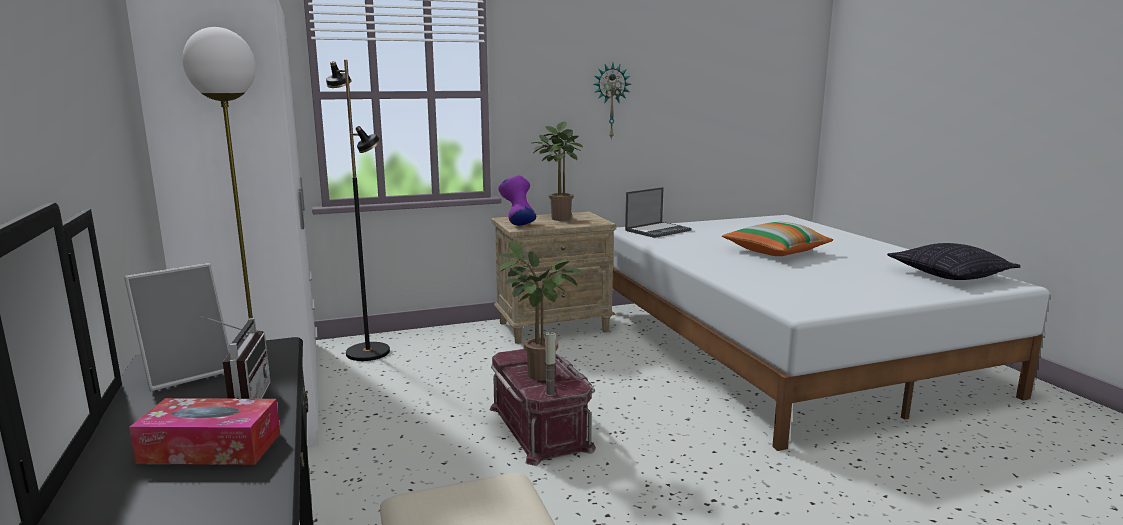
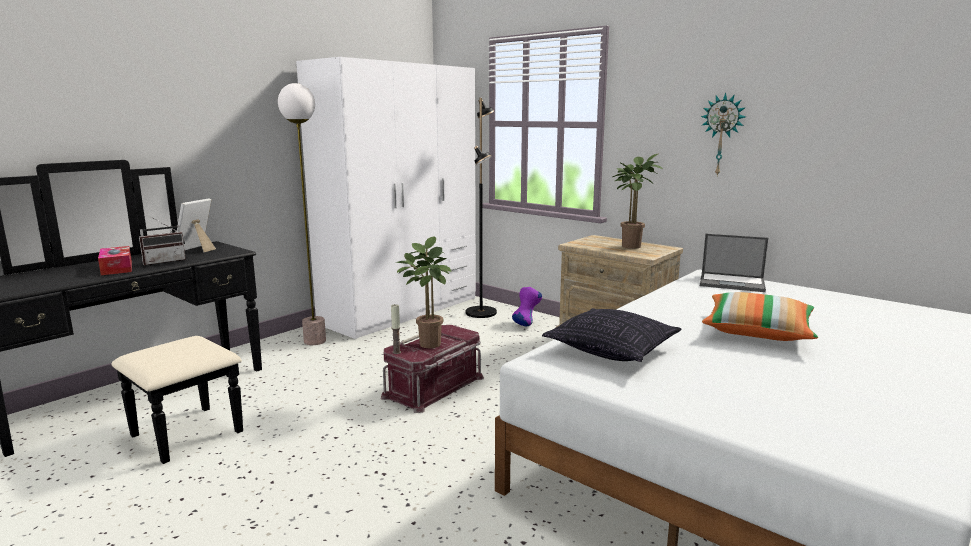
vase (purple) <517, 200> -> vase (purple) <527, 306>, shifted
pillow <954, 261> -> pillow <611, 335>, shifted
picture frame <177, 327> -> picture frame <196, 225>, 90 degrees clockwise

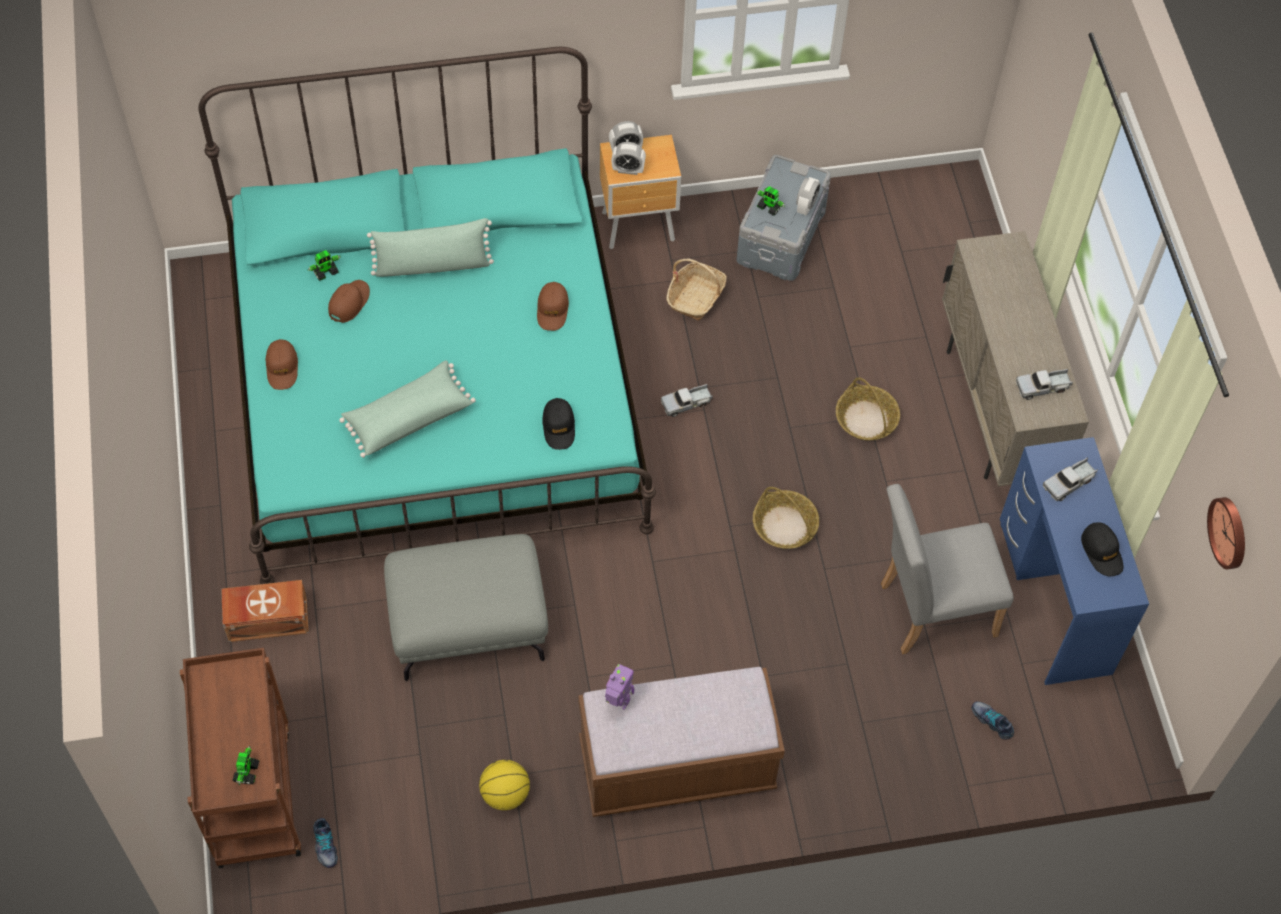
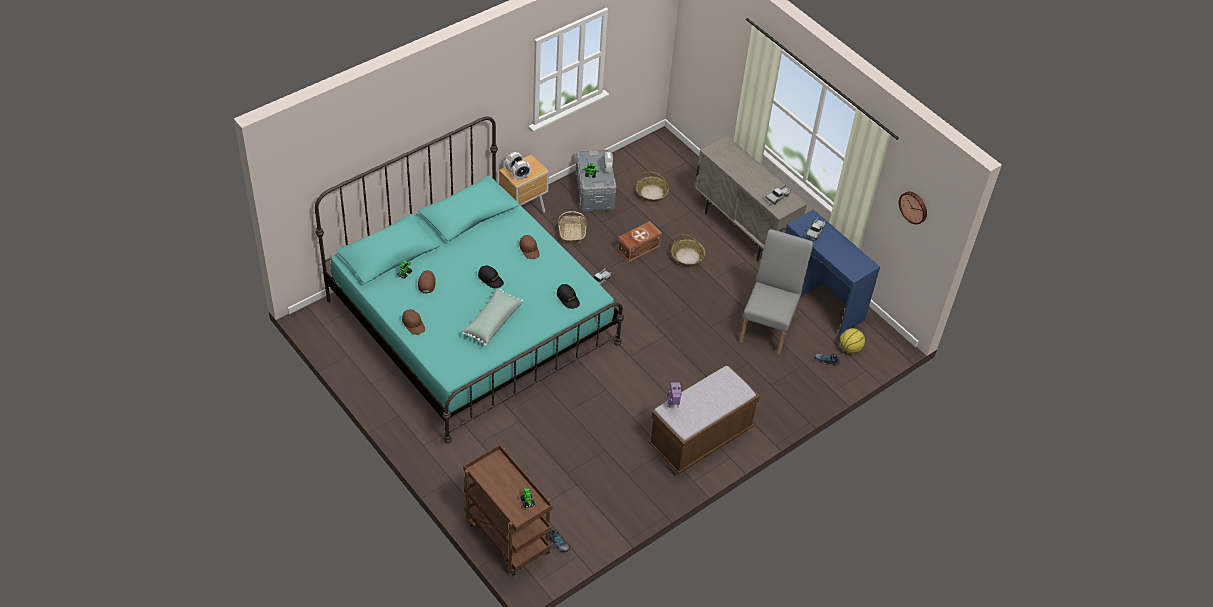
pillow (green) <430, 247> -> none
ottoman (grey) <466, 607> -> none
storage box (brown) <265, 611> -> storage box (brown) <639, 241>, shifted
basketball <504, 785> -> basketball <852, 340>, shifted
basket <786, 518> -> basket <652, 187>, shifted
cap (black) <1102, 549> -> cap (black) <491, 276>, shifted
chair (grey) <947, 569> -> chair (grey) <777, 292>, 150 degrees clockwise

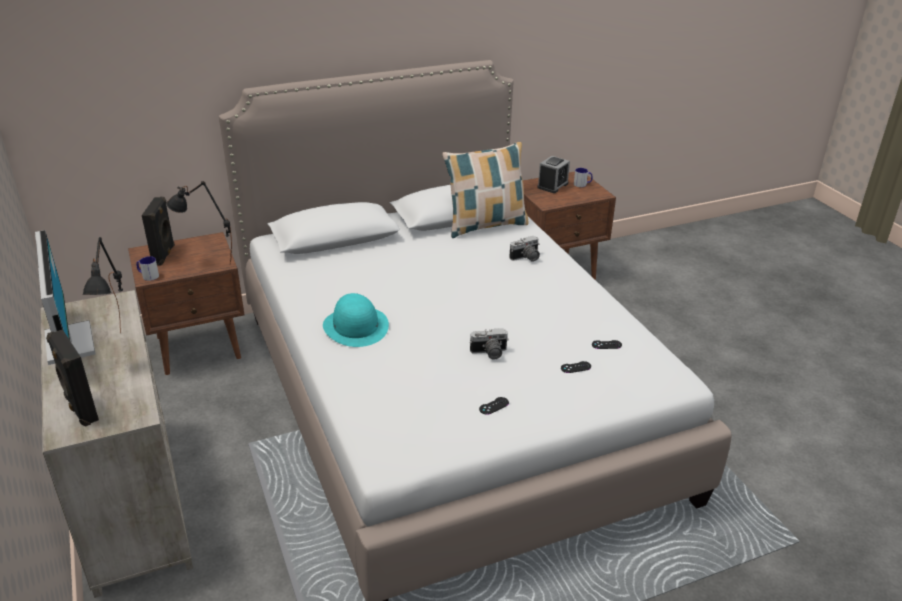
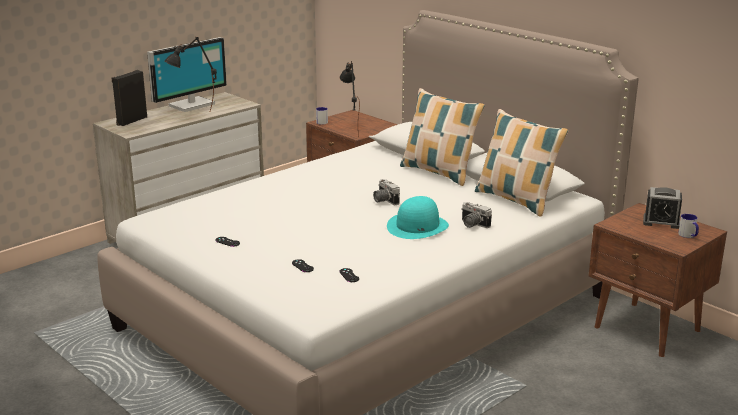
speaker (black) <158, 231> -> none
none -> pillow <442, 137>
hat (turquoise) <356, 320> -> hat (turquoise) <418, 217>, shifted
photo camera <489, 343> -> photo camera <386, 192>, shifted

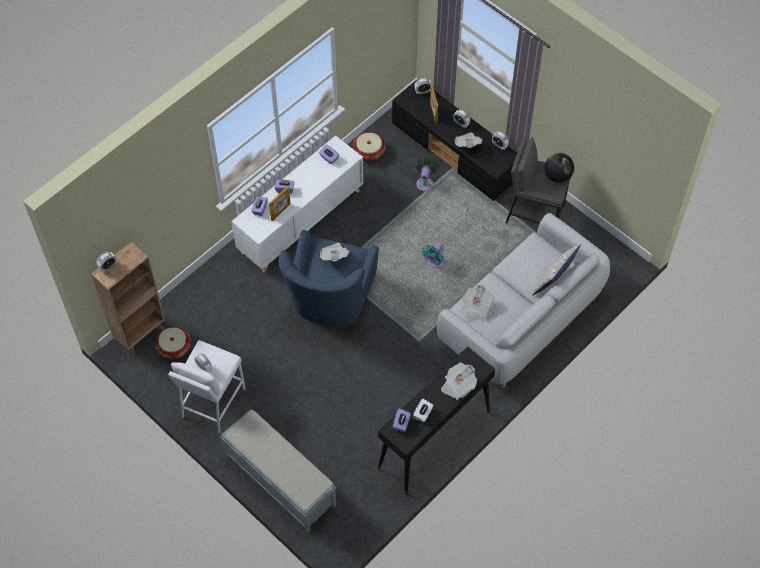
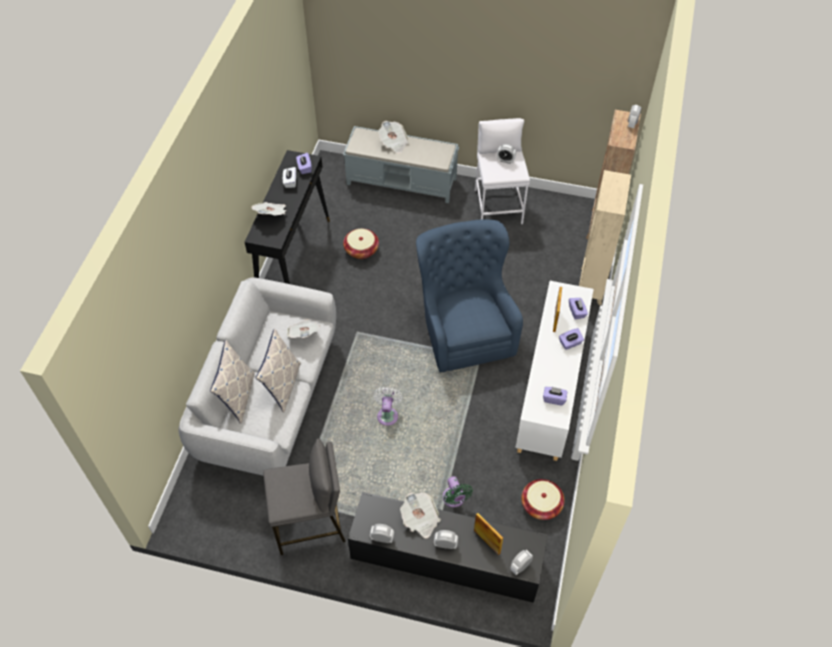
globe <559, 168> -> none
none -> pillow <278, 370>
none -> bookcase (beige) <605, 237>
basket <173, 342> -> basket <361, 244>, shifted
newspaper <335, 252> -> newspaper <393, 137>, shifted
fan (turquoise) <434, 255> -> fan (white) <388, 406>

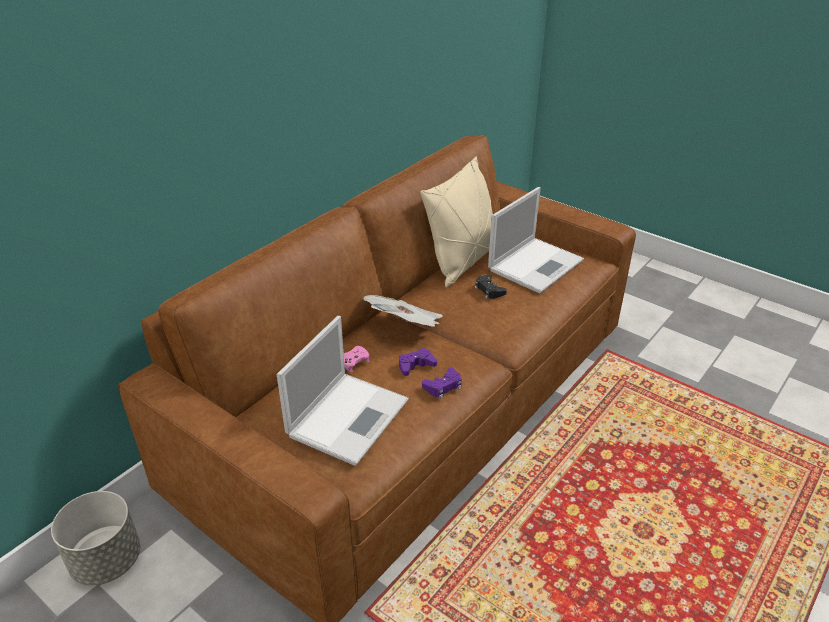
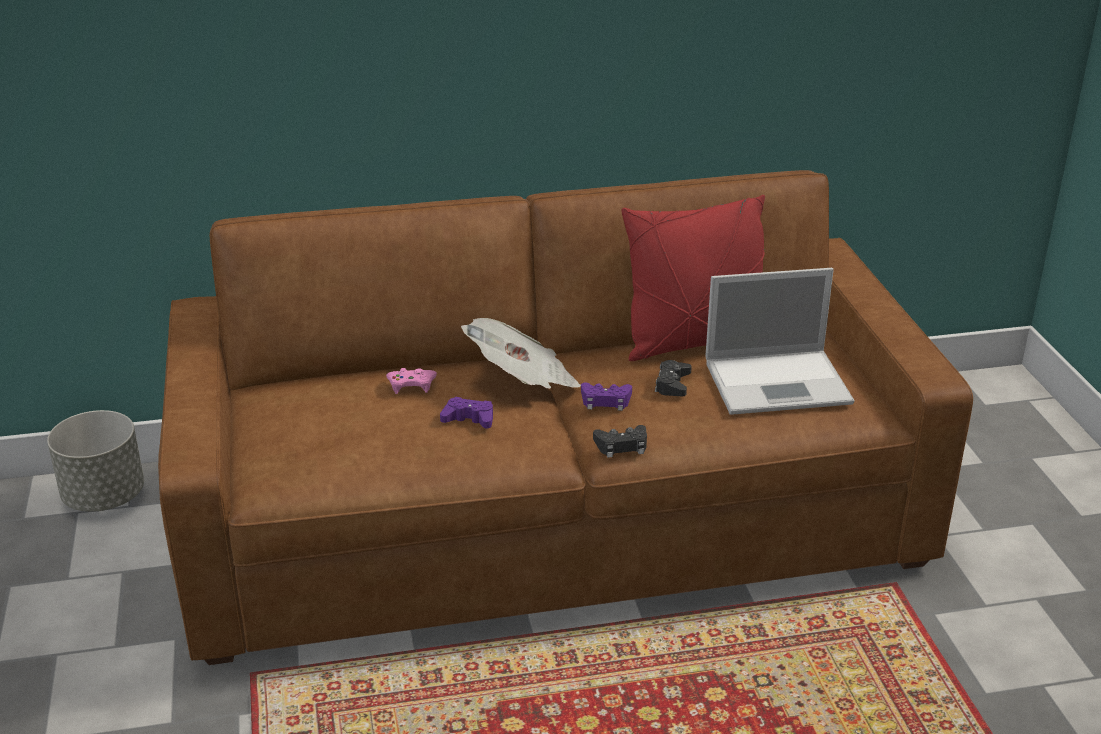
laptop <343, 391> -> none
none -> game controller (black) <620, 441>
game controller (purple) <442, 383> -> game controller (purple) <606, 396>, shifted
pillow (beige) <456, 222> -> pillow (red) <693, 278>

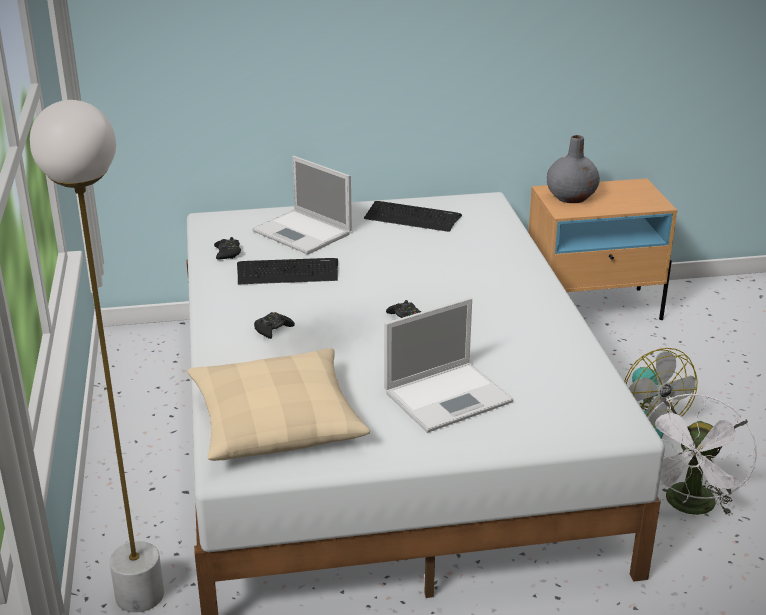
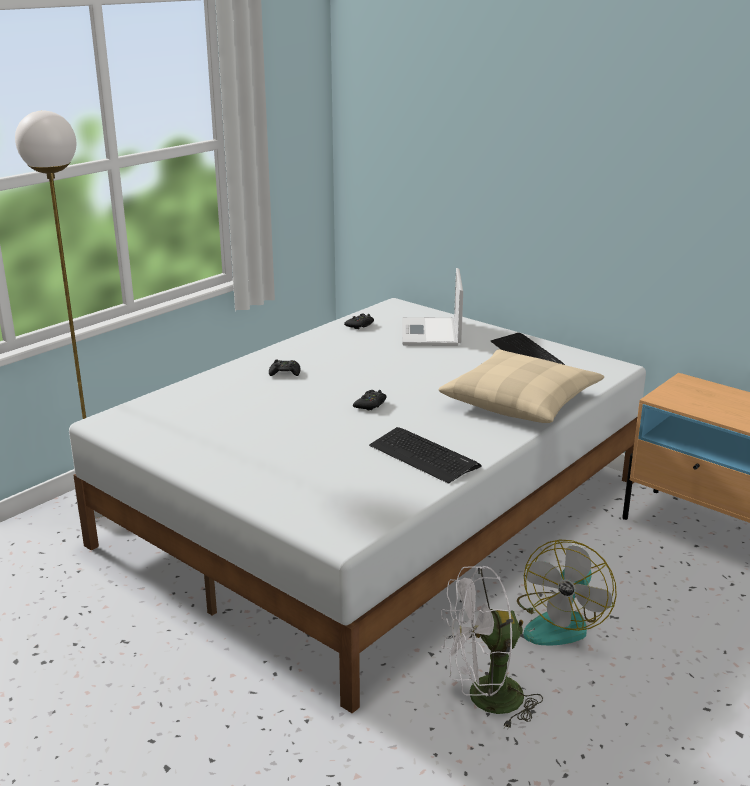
laptop <448, 365> -> none
vase (grey) <573, 169> -> none
pillow (beige) <279, 404> -> pillow (beige) <521, 386>, shifted
keyboard <287, 271> -> keyboard <425, 455>, shifted

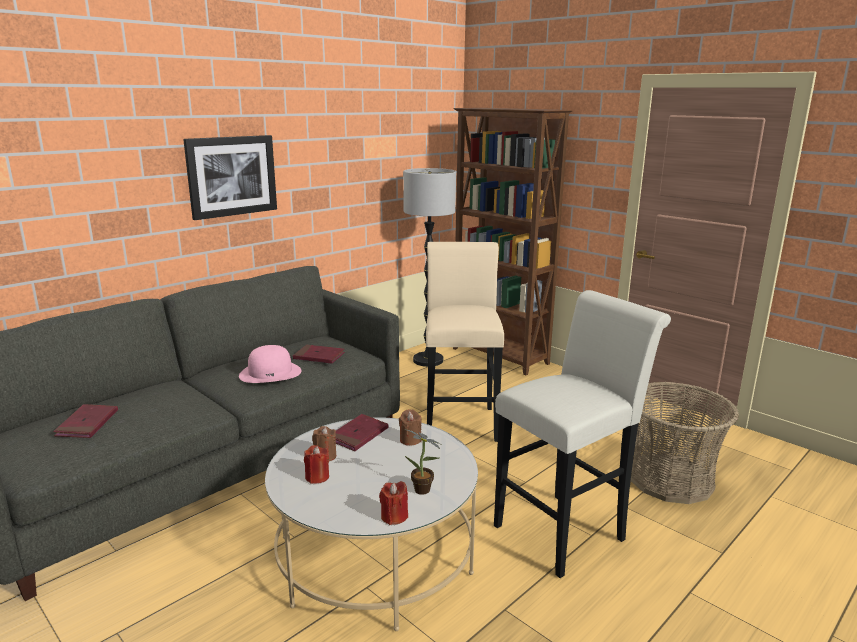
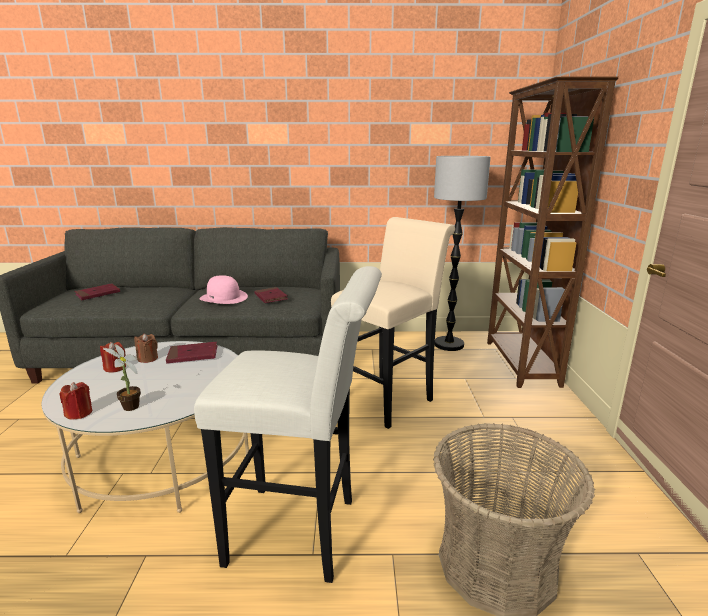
picture <230, 177> -> none
candle (brown) <410, 427> -> none

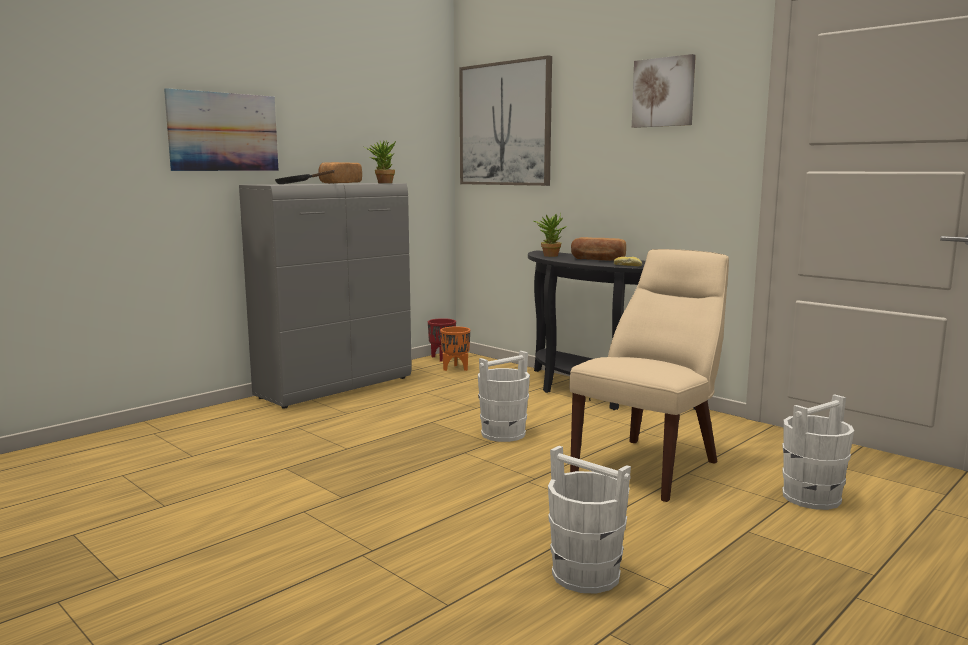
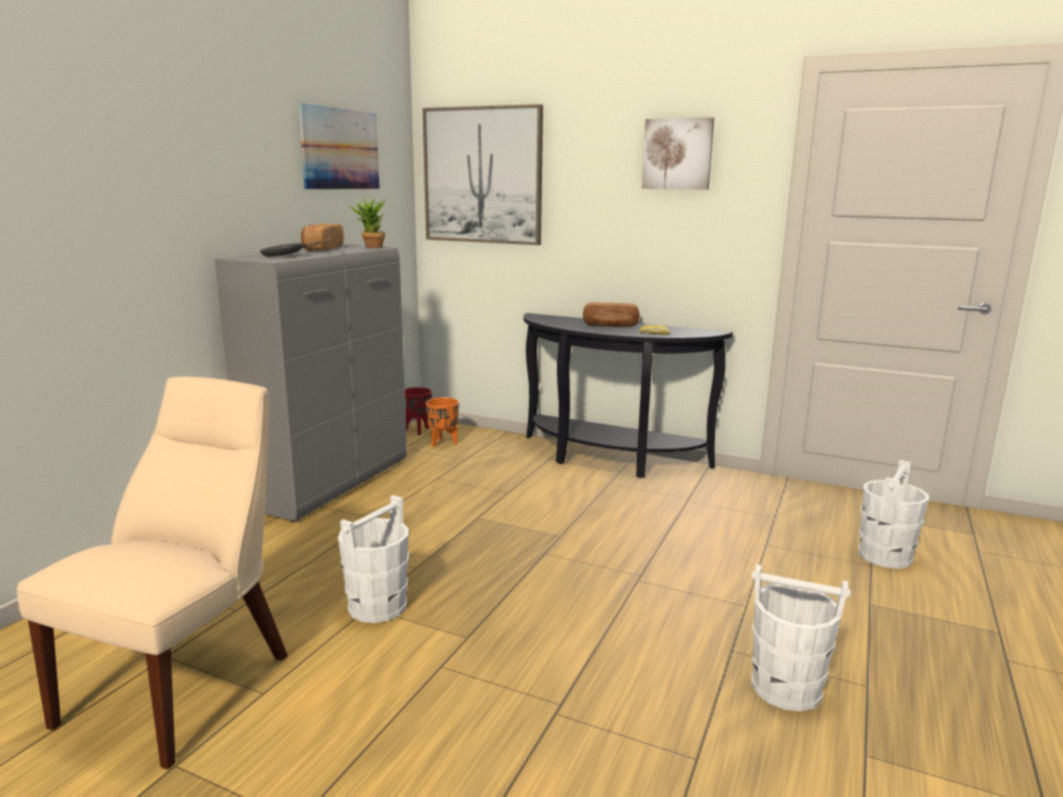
potted plant <550, 235> -> none
picture <221, 129> -> picture <339, 146>, shifted
bucket (white) <504, 396> -> bucket (white) <373, 559>, shifted
chair (beige) <649, 375> -> chair (beige) <152, 573>, shifted

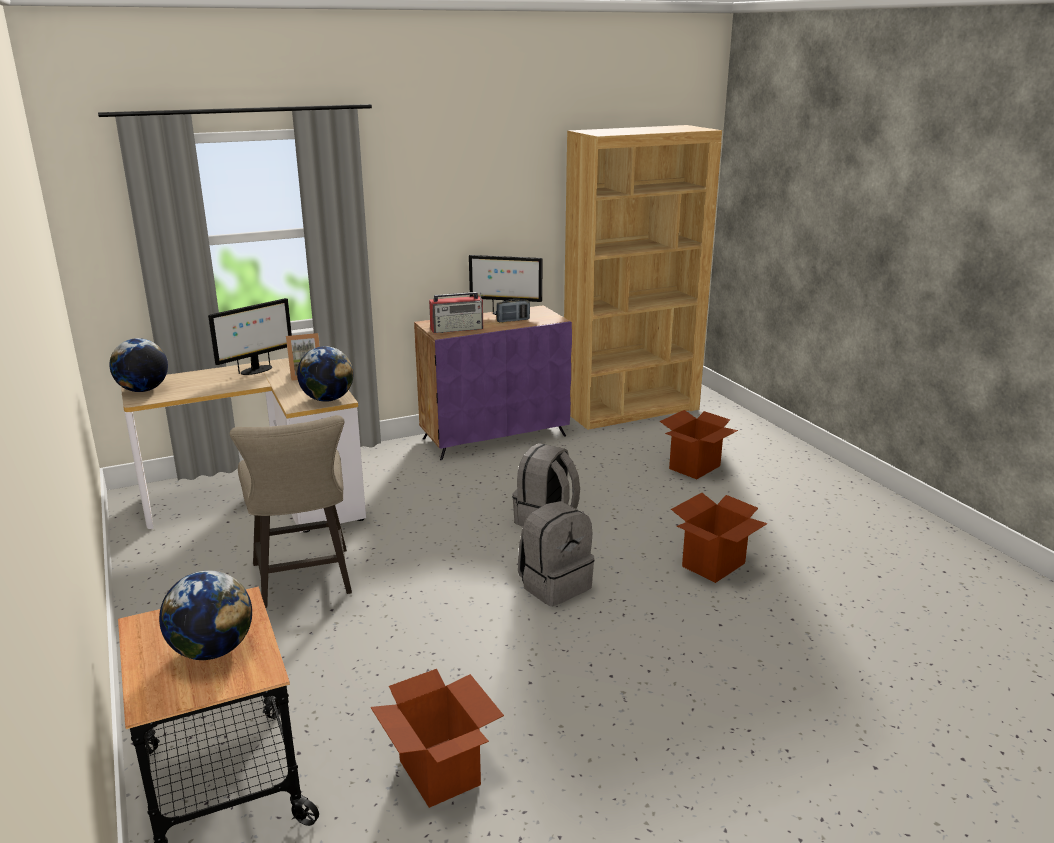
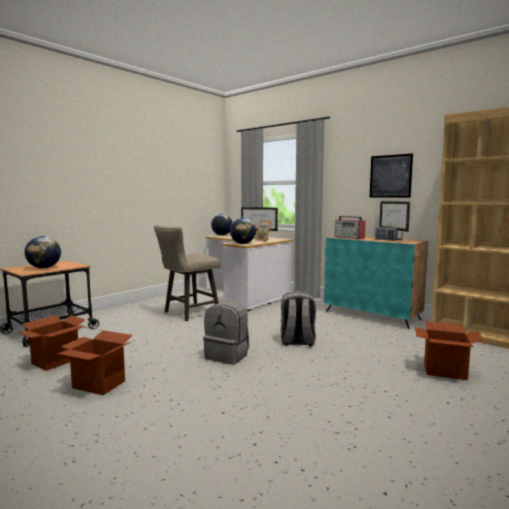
none -> picture <391, 176>
cardboard box <719, 538> -> cardboard box <94, 362>, shifted
cabinet (purple) <493, 382> -> cabinet (turquoise) <376, 282>

